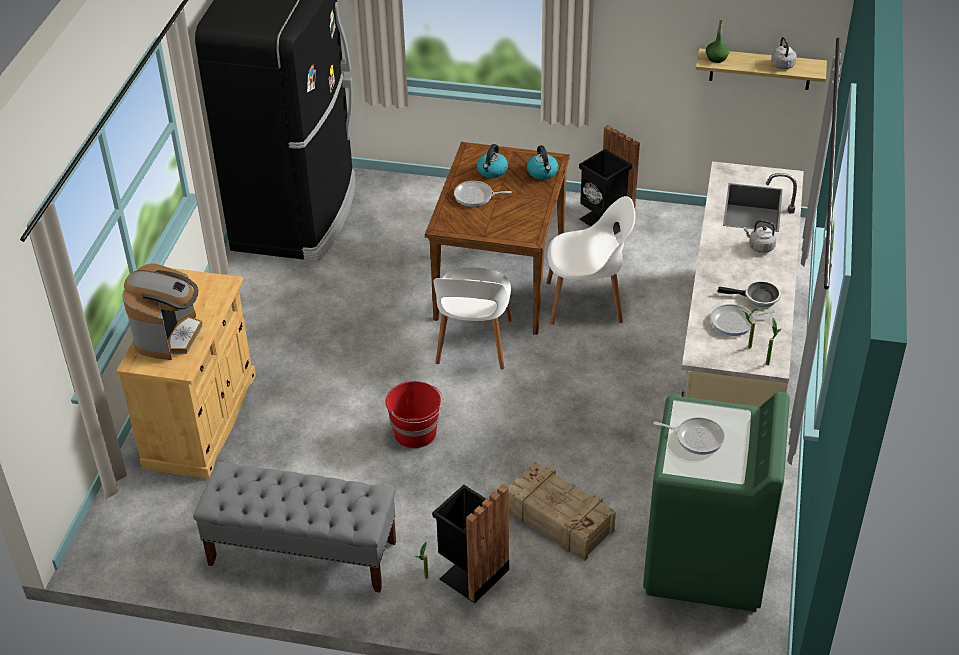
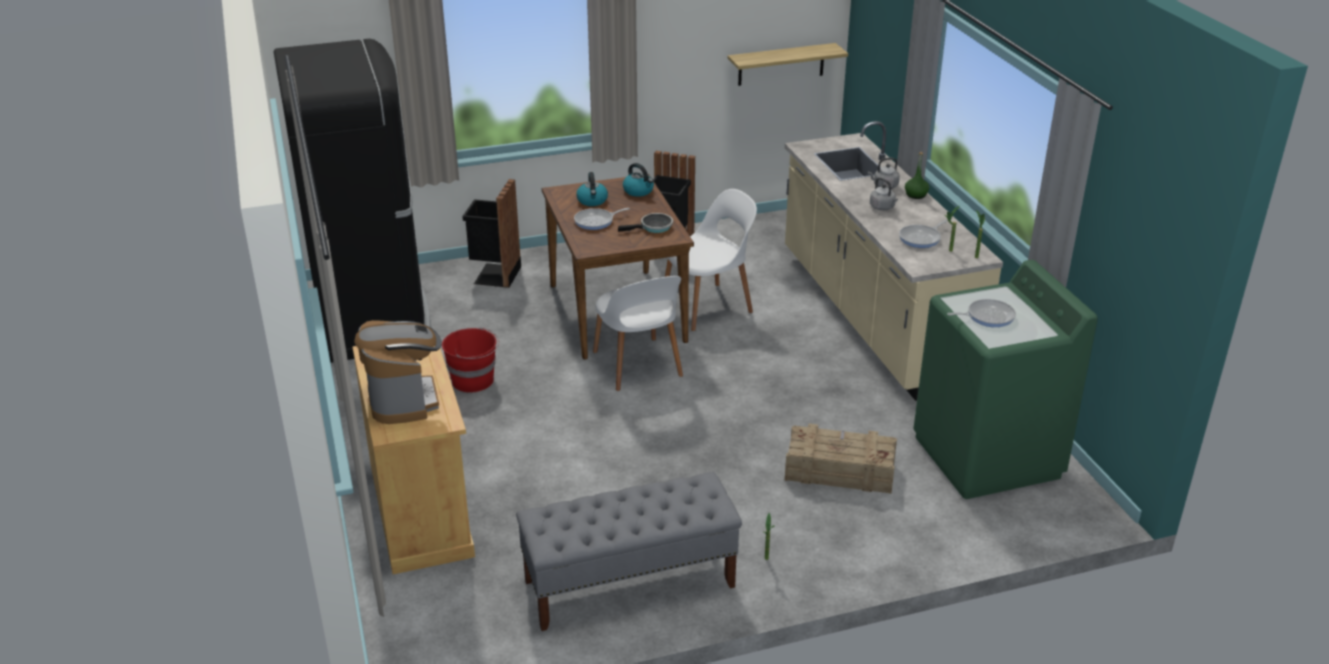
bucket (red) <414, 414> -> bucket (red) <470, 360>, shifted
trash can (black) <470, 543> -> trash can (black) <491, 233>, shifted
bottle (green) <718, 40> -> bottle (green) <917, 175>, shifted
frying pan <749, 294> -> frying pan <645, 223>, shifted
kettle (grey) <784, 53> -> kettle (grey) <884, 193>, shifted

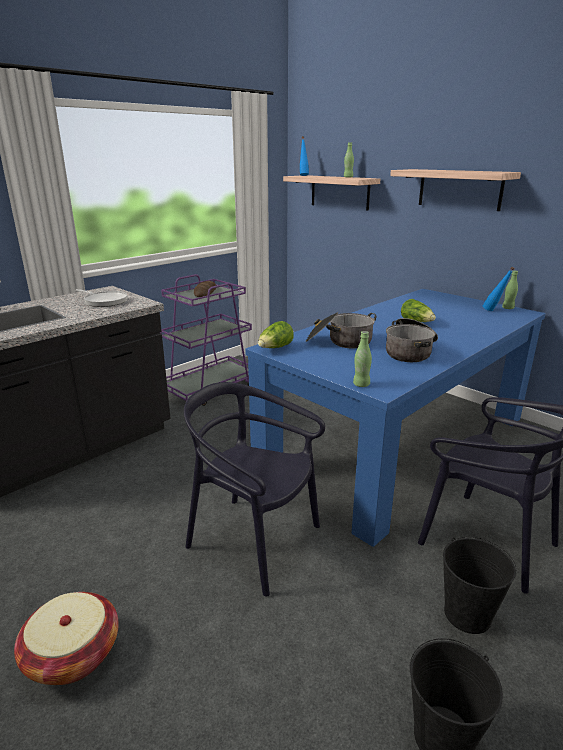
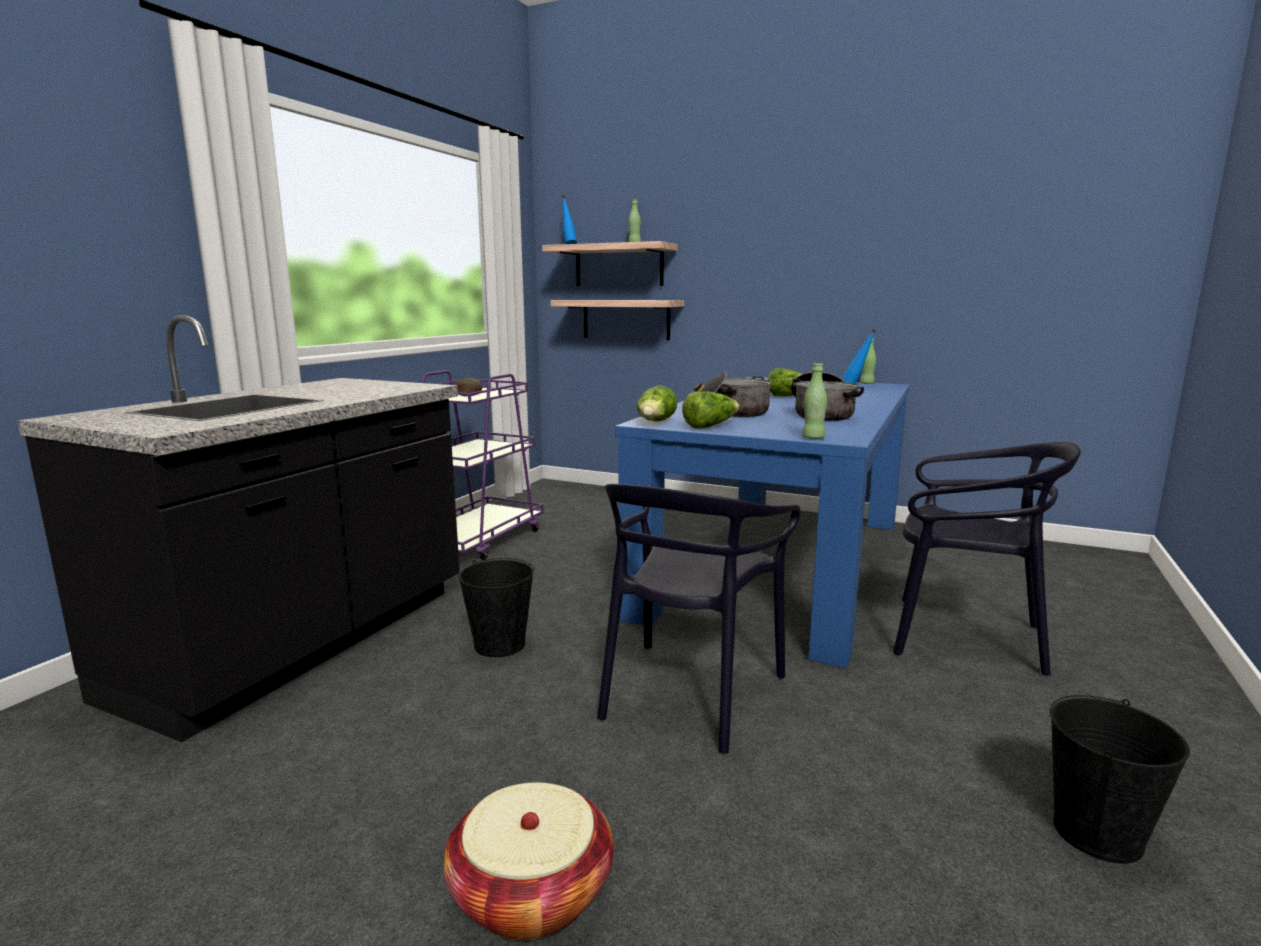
frying pan <101, 298> -> none
none -> lettuce <711, 410>
shelf <455, 190> -> shelf <617, 320>, shifted
bucket (black) <480, 585> -> bucket (black) <496, 607>, shifted
chair (black) <254, 489> -> chair (black) <698, 619>, 75 degrees counterclockwise

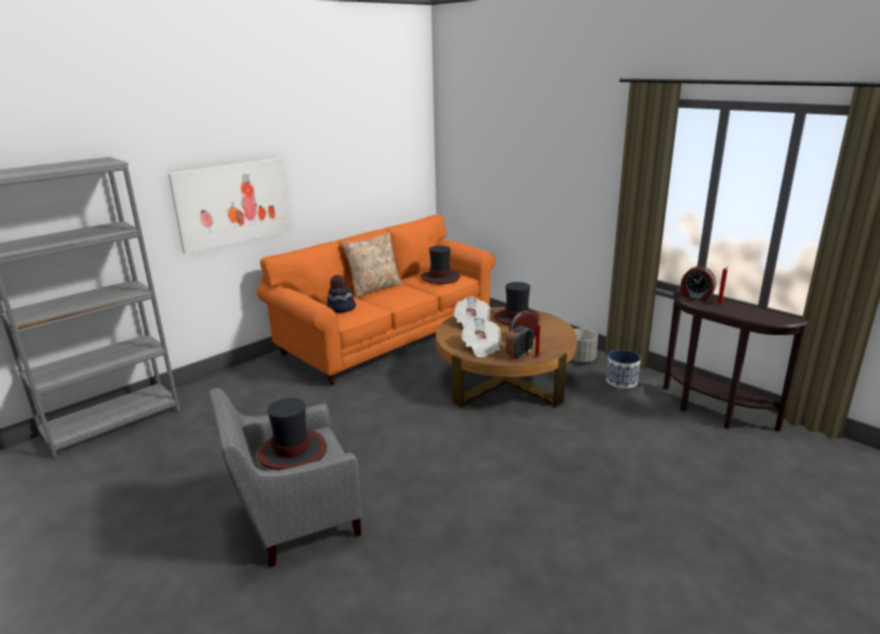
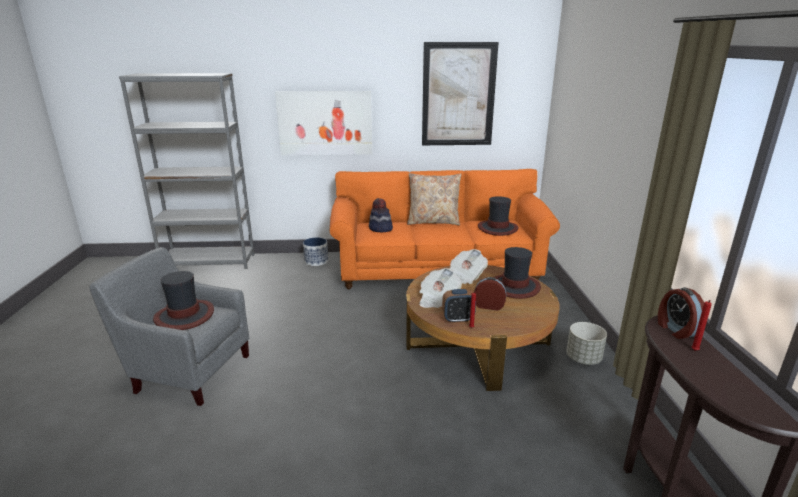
none -> picture <460, 93>
planter <623, 369> -> planter <315, 251>, shifted

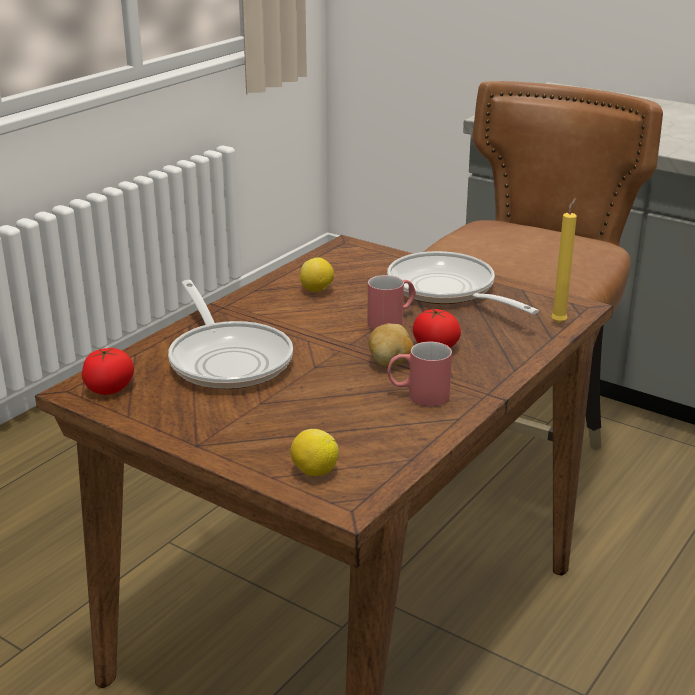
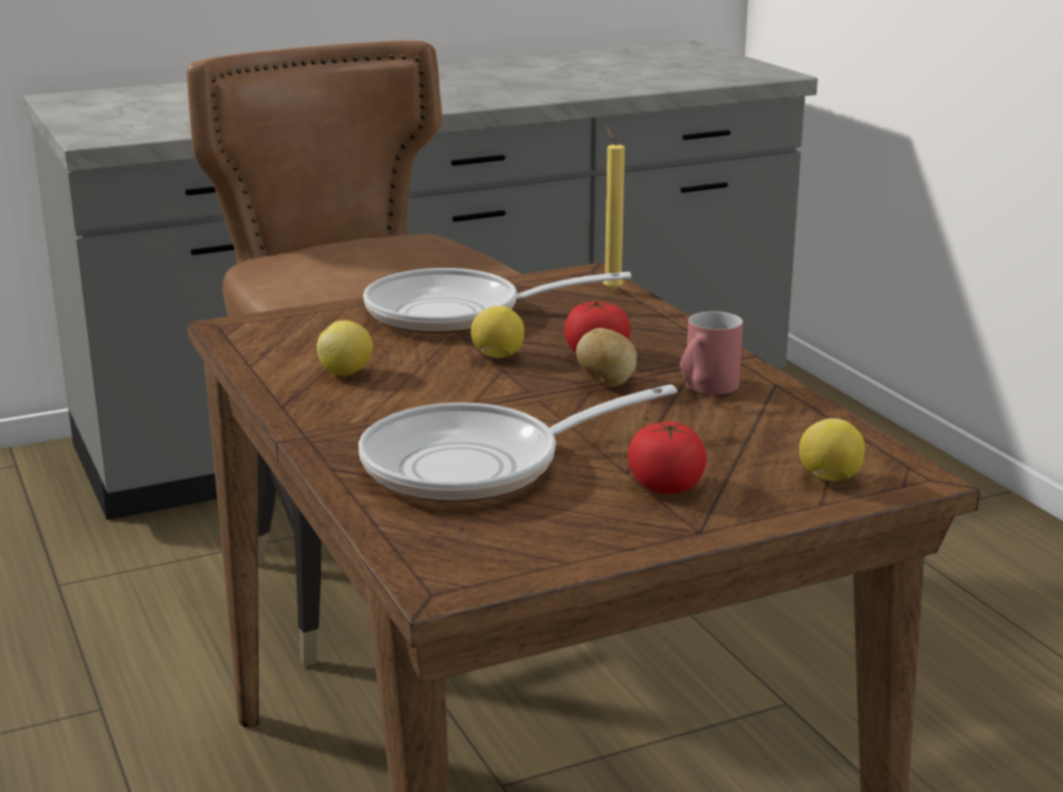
tomato <108, 371> -> tomato <667, 458>, shifted
mug (red) <391, 302> -> lemon <497, 332>
frying pan <230, 334> -> frying pan <518, 443>, 150 degrees clockwise

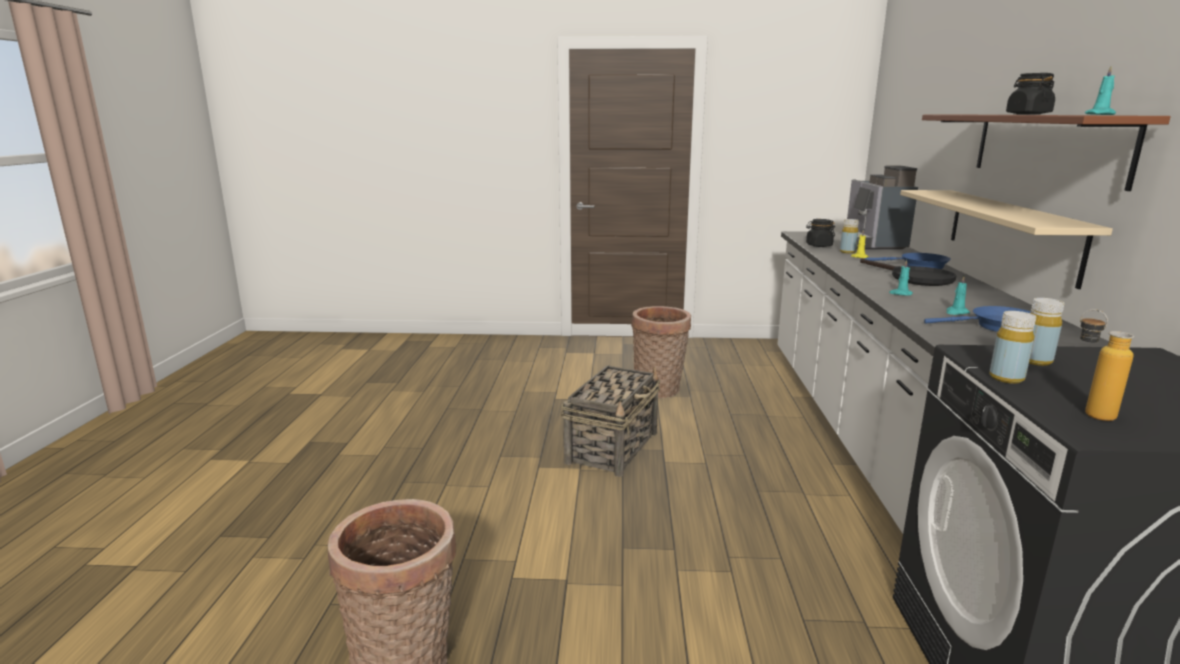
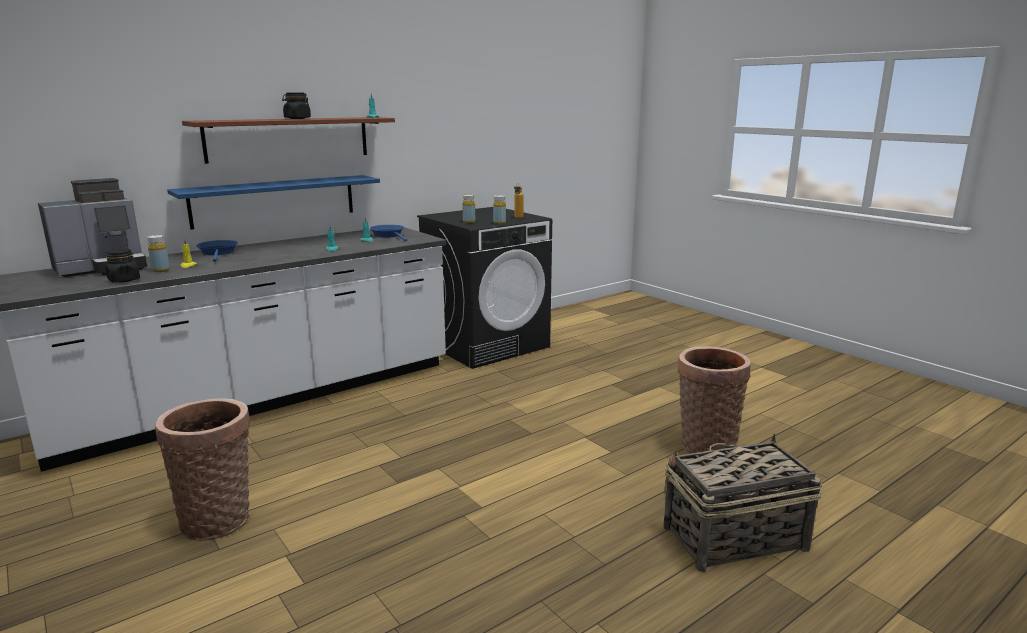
frying pan (black) <908, 272> -> none
basket <610, 421> -> basket <742, 503>, shifted
shelf (beige) <1006, 239> -> shelf (blue) <273, 202>

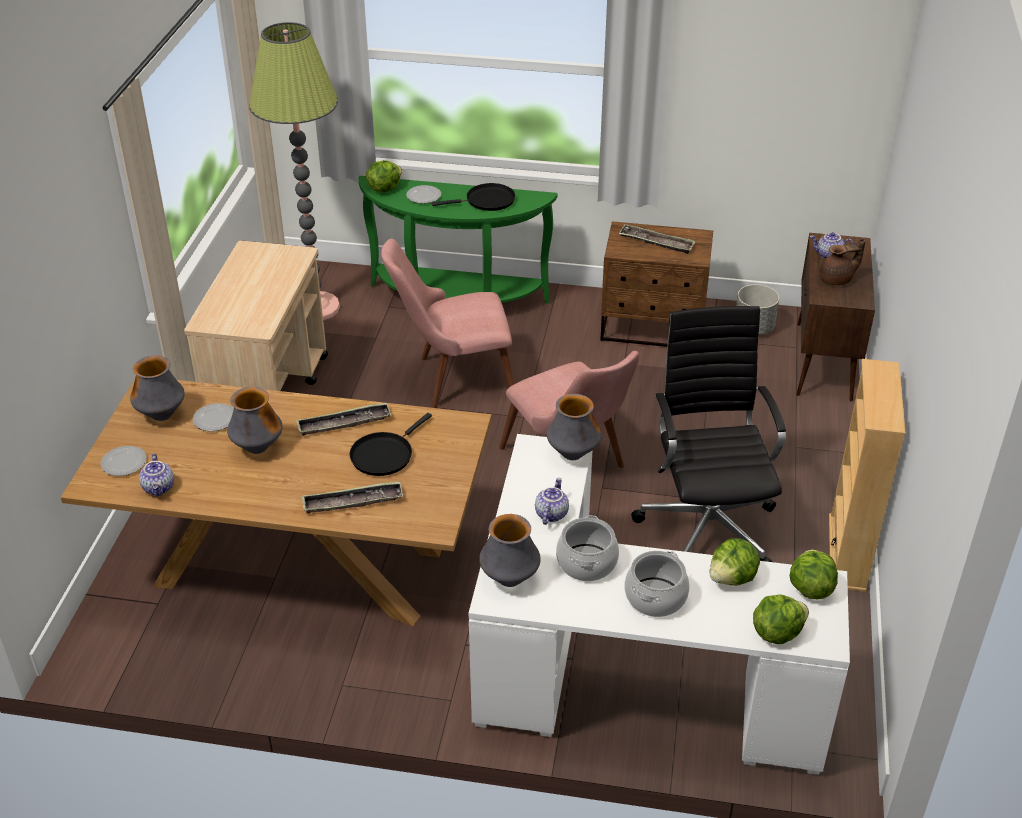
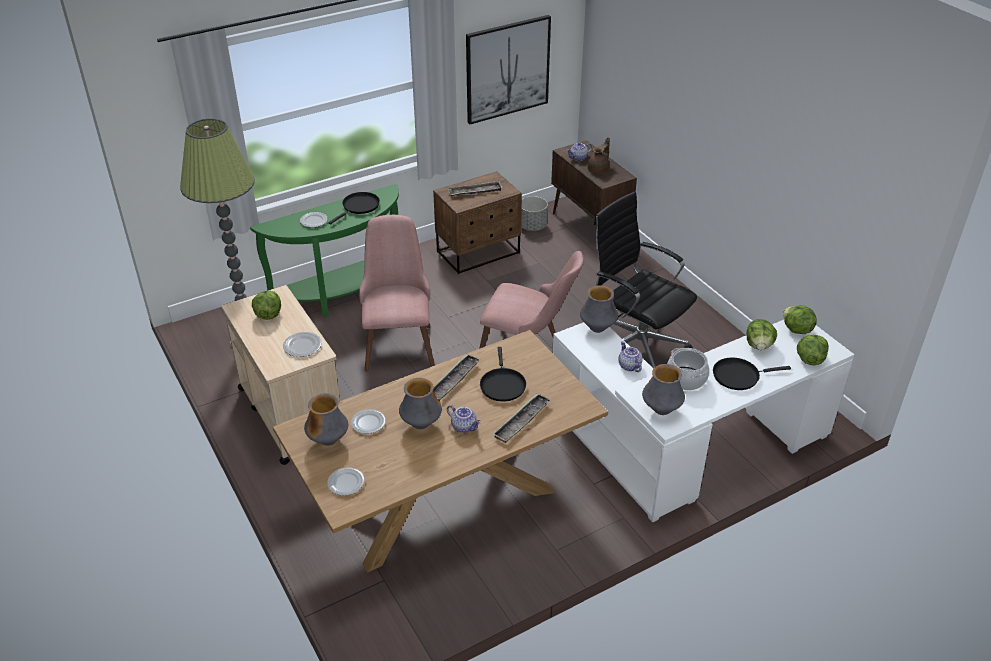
bookcase (beige) <867, 475> -> none
none -> plate <302, 344>
none -> picture <508, 69>
teapot <156, 474> -> teapot <464, 419>, shifted
lettuce <384, 176> -> lettuce <266, 305>, shifted
cooking pot <657, 584> -> frying pan (black) <752, 373>
chair (pink) <447, 323> -> chair (pink) <397, 293>, 135 degrees clockwise

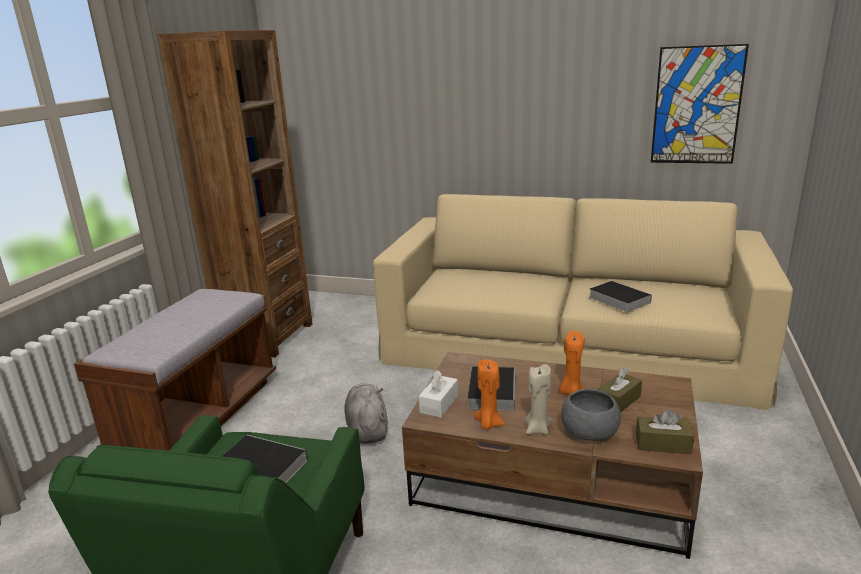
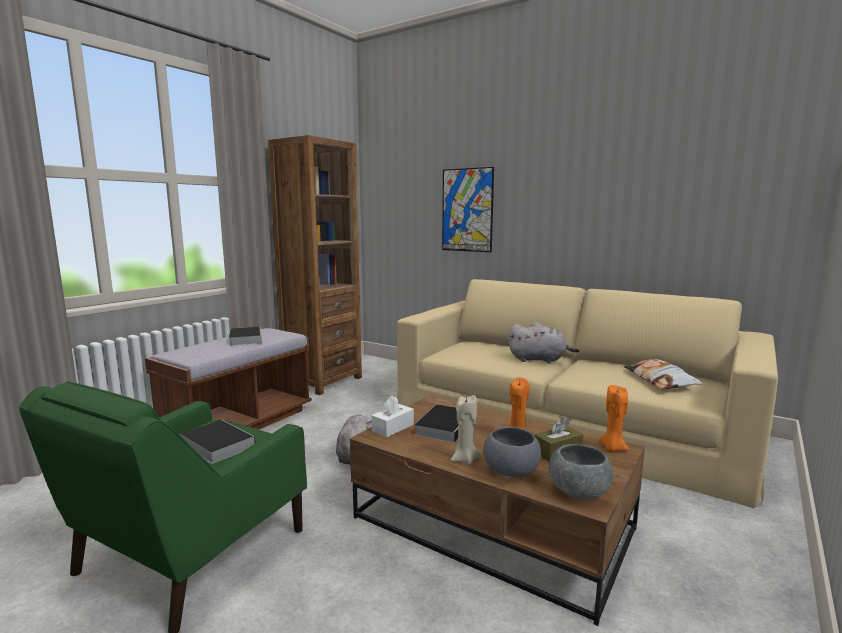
none -> plush toy (grey) <544, 343>
none -> pillow <663, 374>
candle (orange) <489, 394> -> candle (orange) <614, 418>, shifted
book <620, 296> -> book <245, 336>, shifted
picture <700, 104> -> picture <468, 209>, shifted
tissue box (brown) <665, 431> -> bowl (grey) <581, 472>

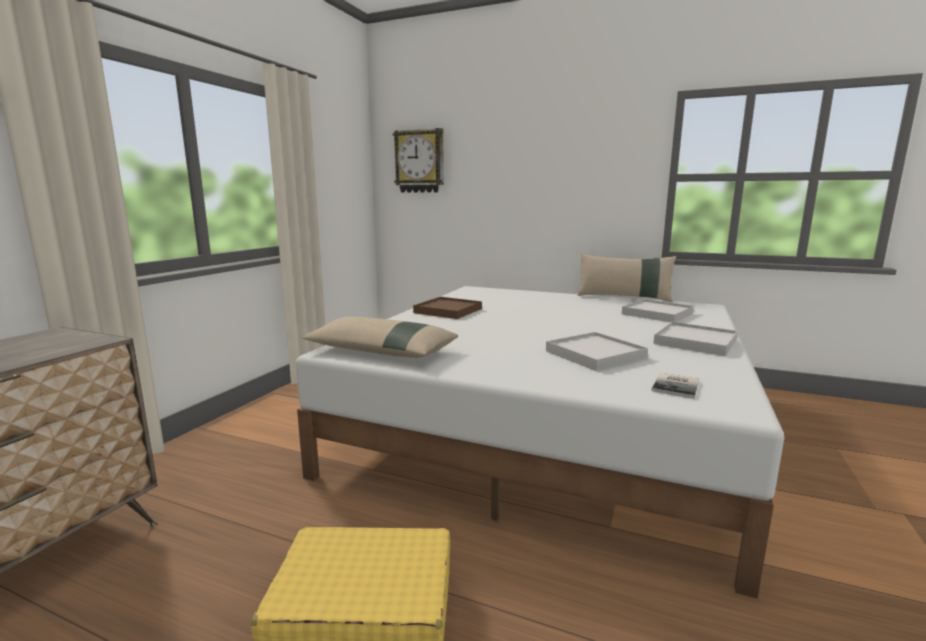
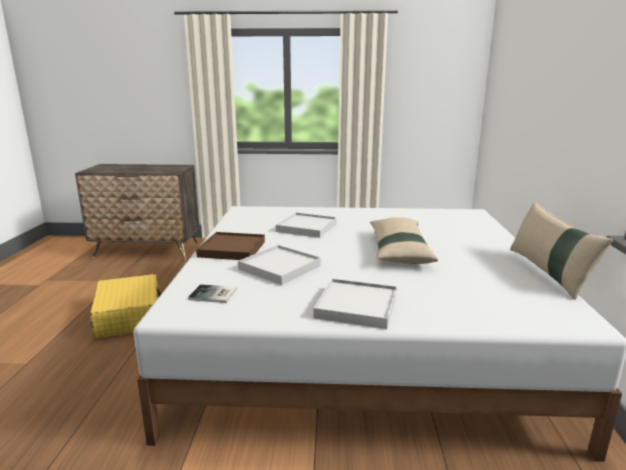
wall clock <418, 160> -> none
pillow (beige) <380, 337> -> pillow (beige) <404, 240>, shifted
tray (brown) <447, 308> -> tray (brown) <230, 246>, shifted
tray (white) <658, 310> -> tray (white) <306, 225>, shifted

